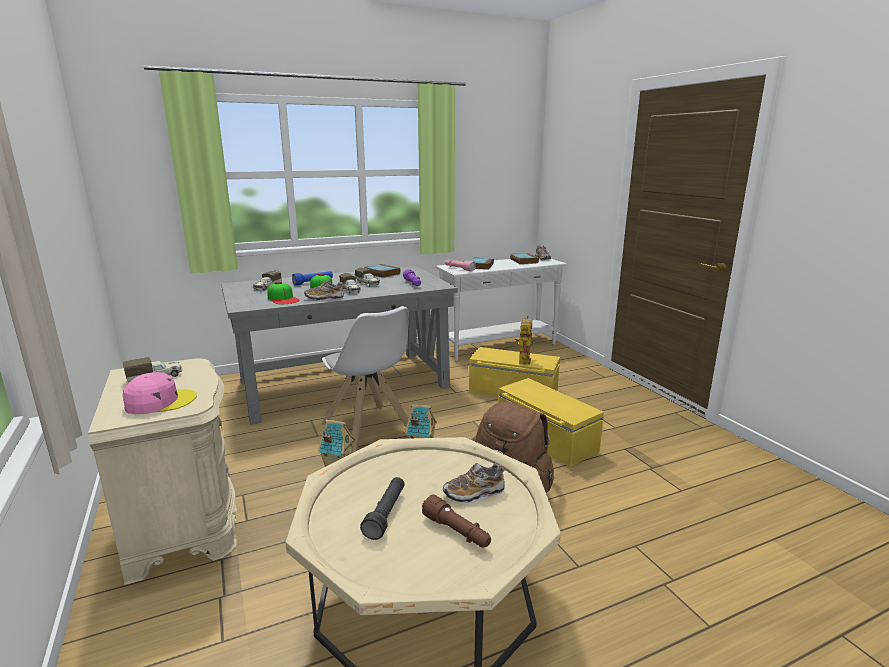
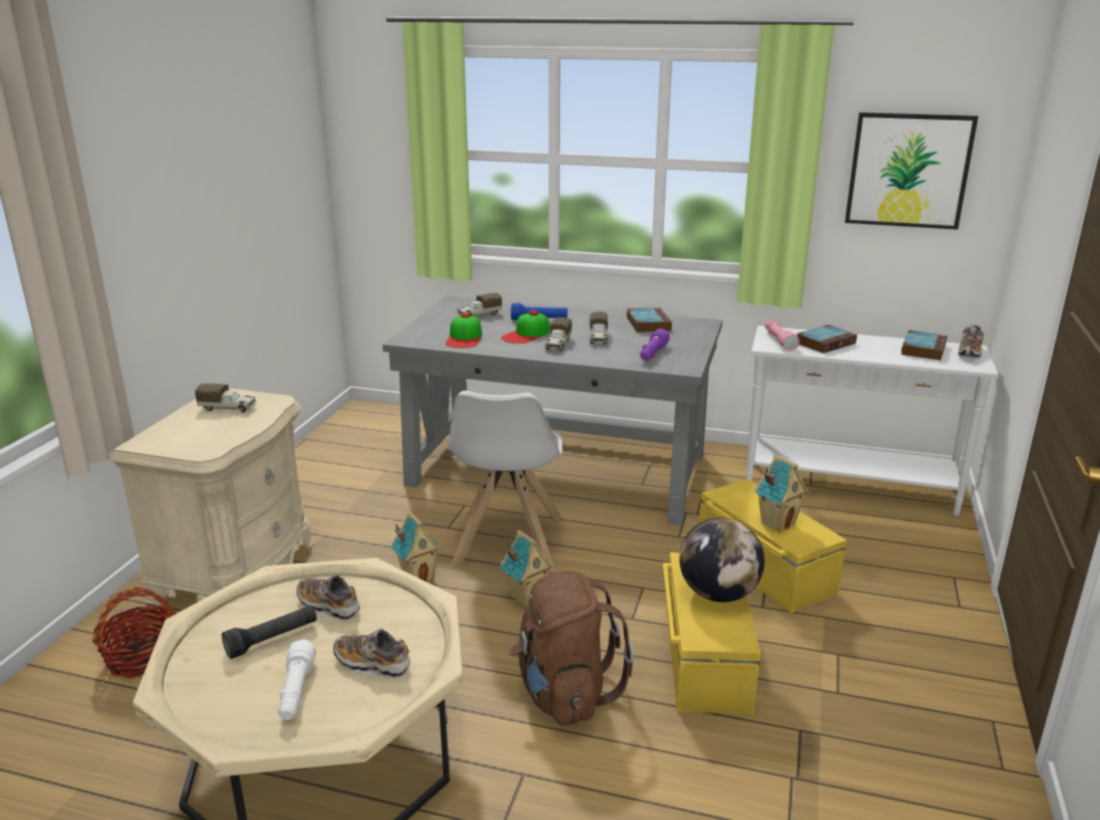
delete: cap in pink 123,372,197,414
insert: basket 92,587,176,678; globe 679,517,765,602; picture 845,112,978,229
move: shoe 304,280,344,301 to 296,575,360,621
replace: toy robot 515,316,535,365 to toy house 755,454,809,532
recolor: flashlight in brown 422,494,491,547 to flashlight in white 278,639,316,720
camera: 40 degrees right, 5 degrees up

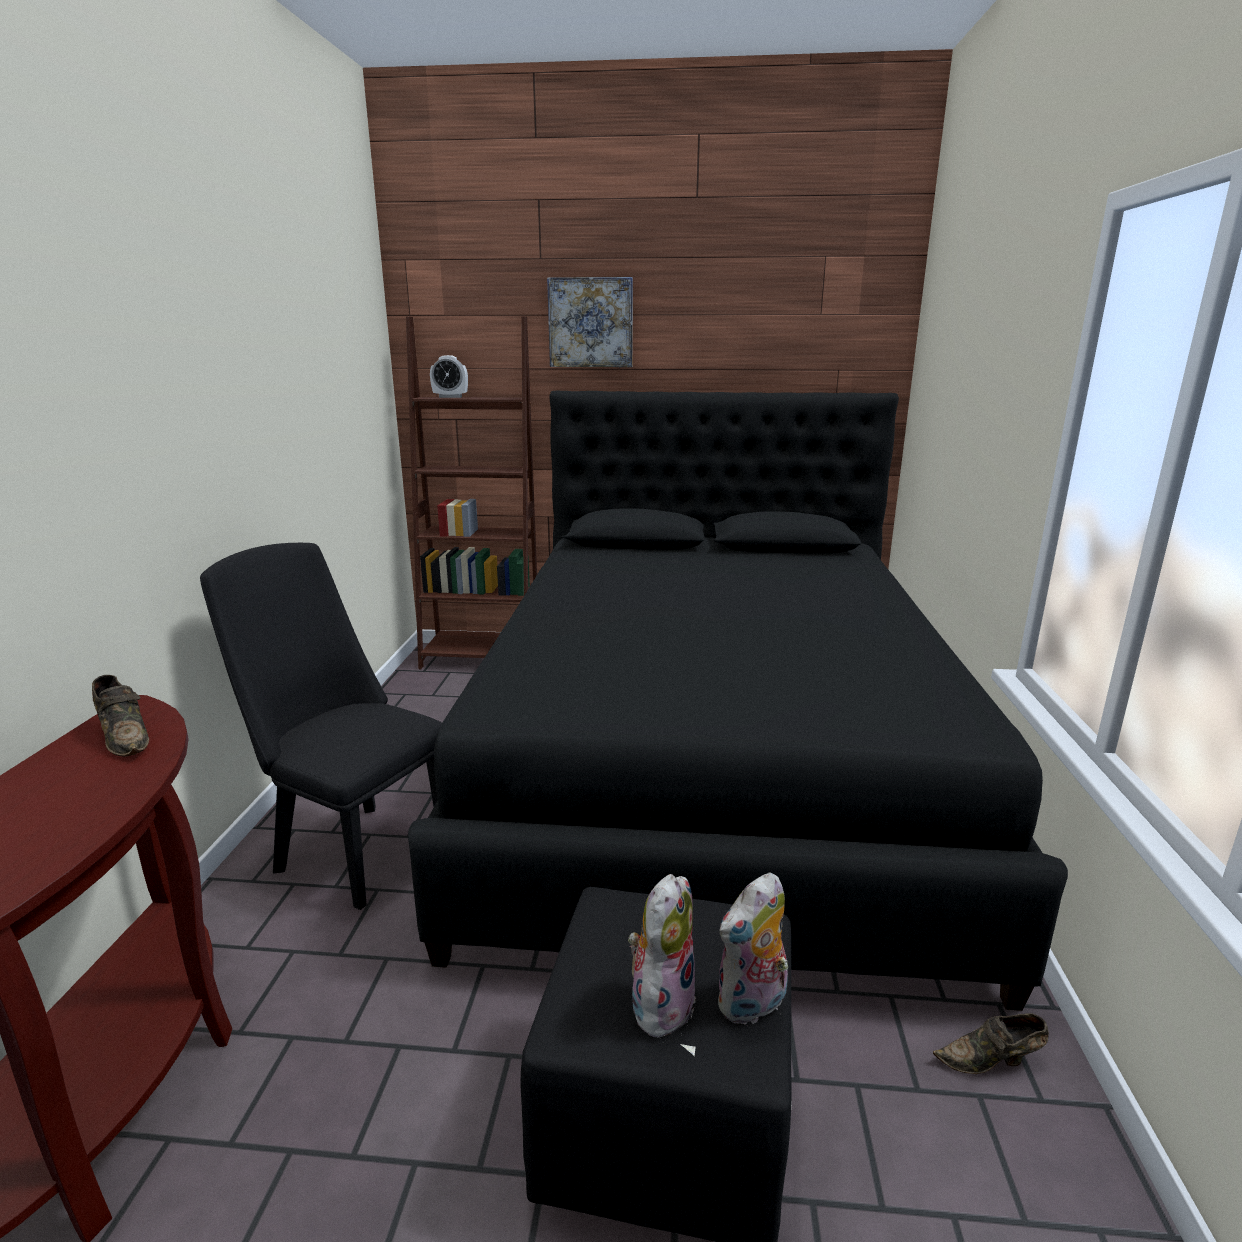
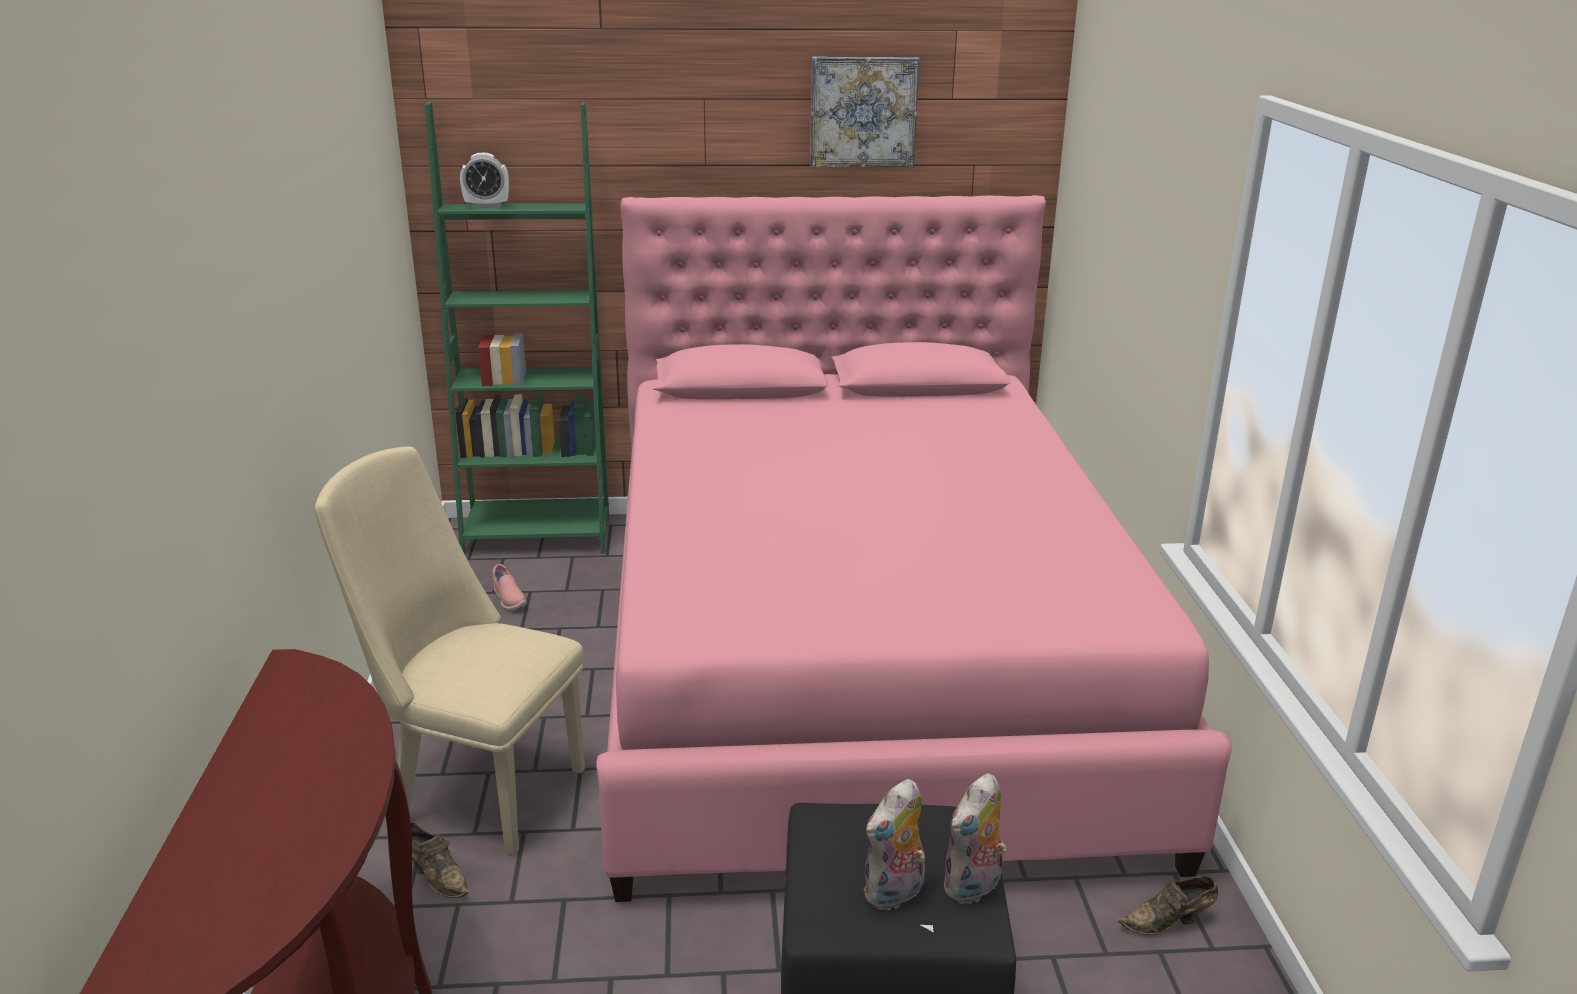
insert: shoe in pink 492,564,527,610
move: shoe in brown 92,675,149,757 to 411,822,469,898; picture 547,277,633,367 to 810,57,920,167
recolor: chair in black 200,543,443,910 to chair in beige 314,446,585,855; bookcase in brown 406,316,537,669 to bookcase in green 425,102,609,554; bed in black 408,391,1068,1011 to bed in pink 596,195,1232,902
rotate: plush toy 628,874,696,1038 = 864,779,925,911 150 degrees counterclockwise
camera: 10 degrees left, 5 degrees up

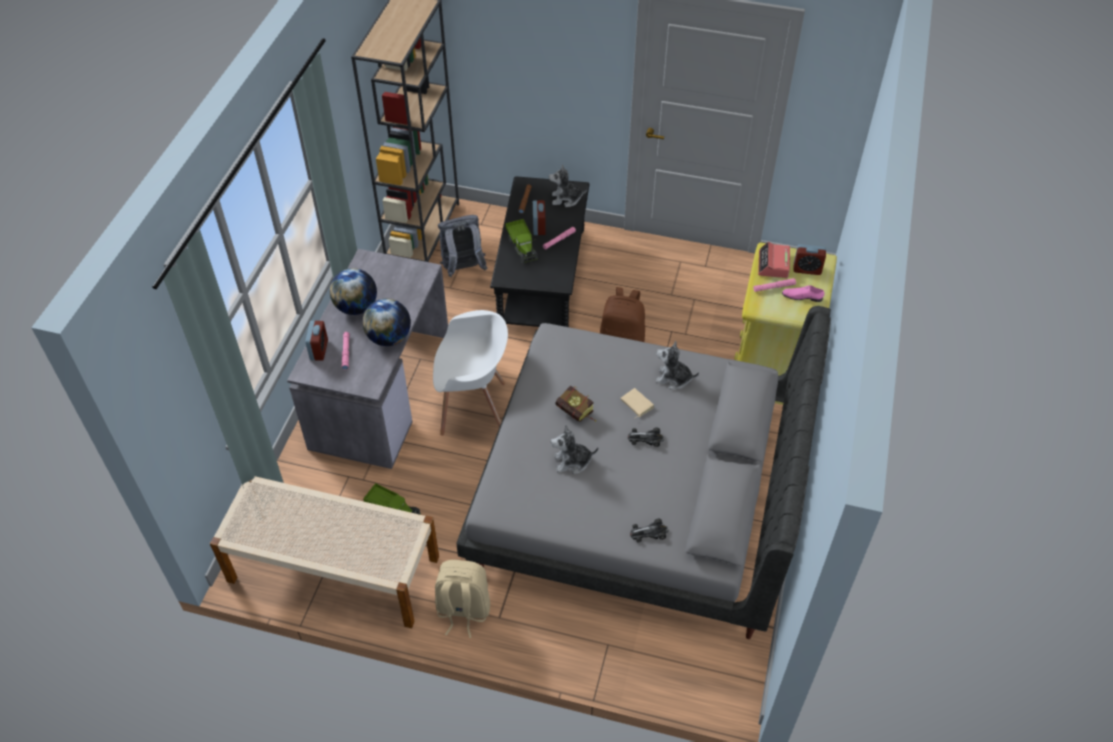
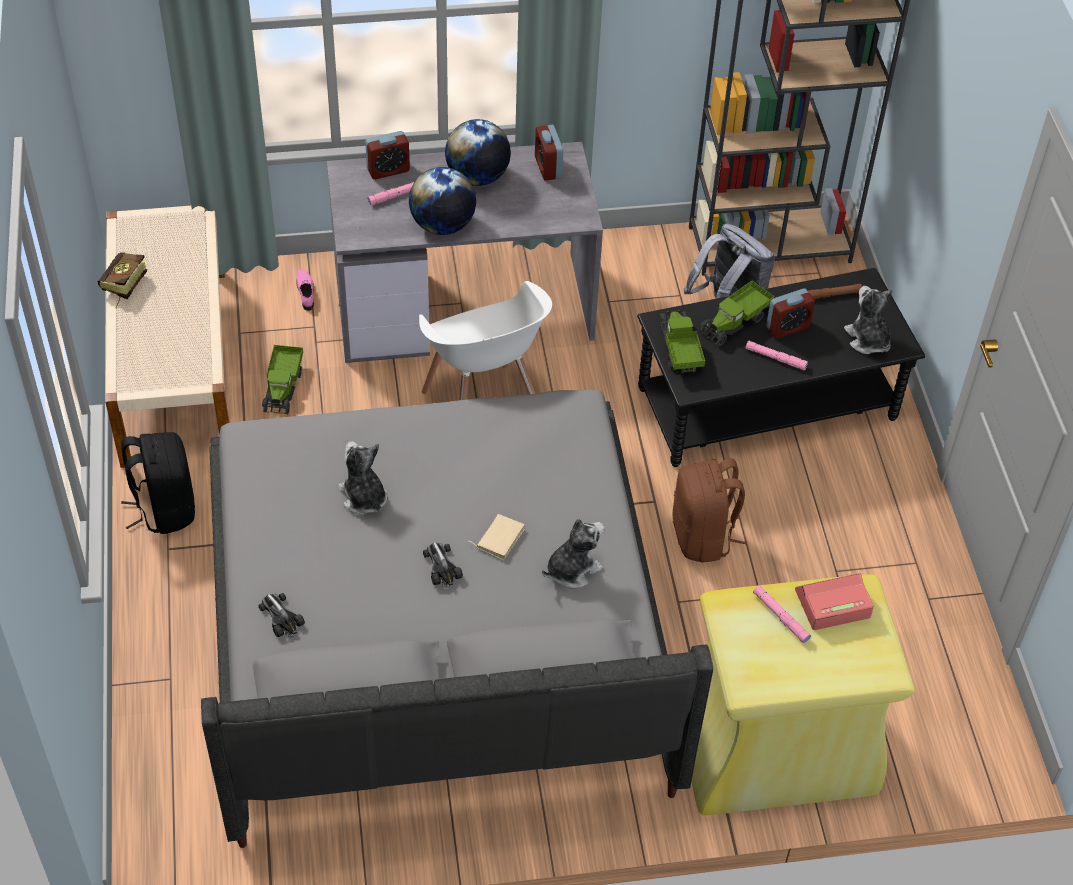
insert: toy truck 660,310,705,373
move: book 555,385,596,422 to 98,252,147,309; shoe in pink 782,286,824,302 to 296,269,314,311; alarm clock 793,244,826,275 to 535,125,563,181
recolor: backpack in beige 435,560,490,638 to backpack in black 121,432,195,534
rotate: plush toy 656,341,699,389 = 542,518,605,588 60 degrees clockwise
camera: 65 degrees right, 0 degrees up

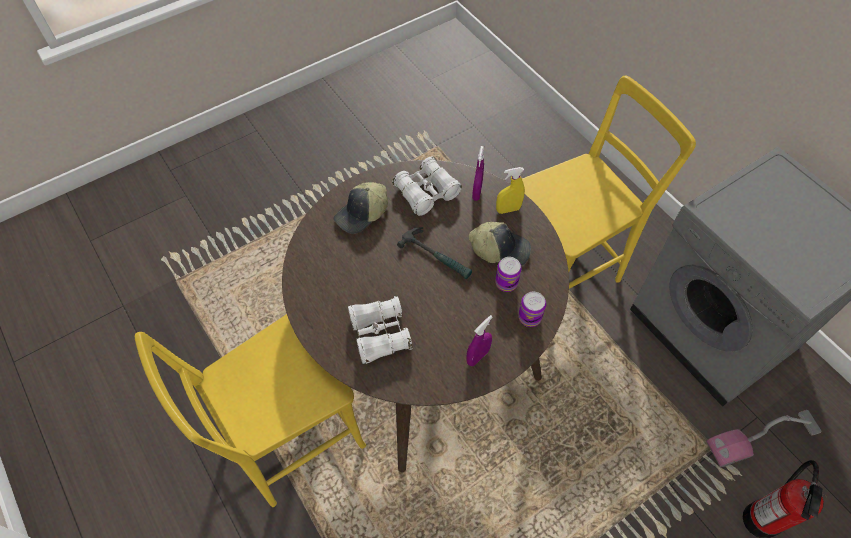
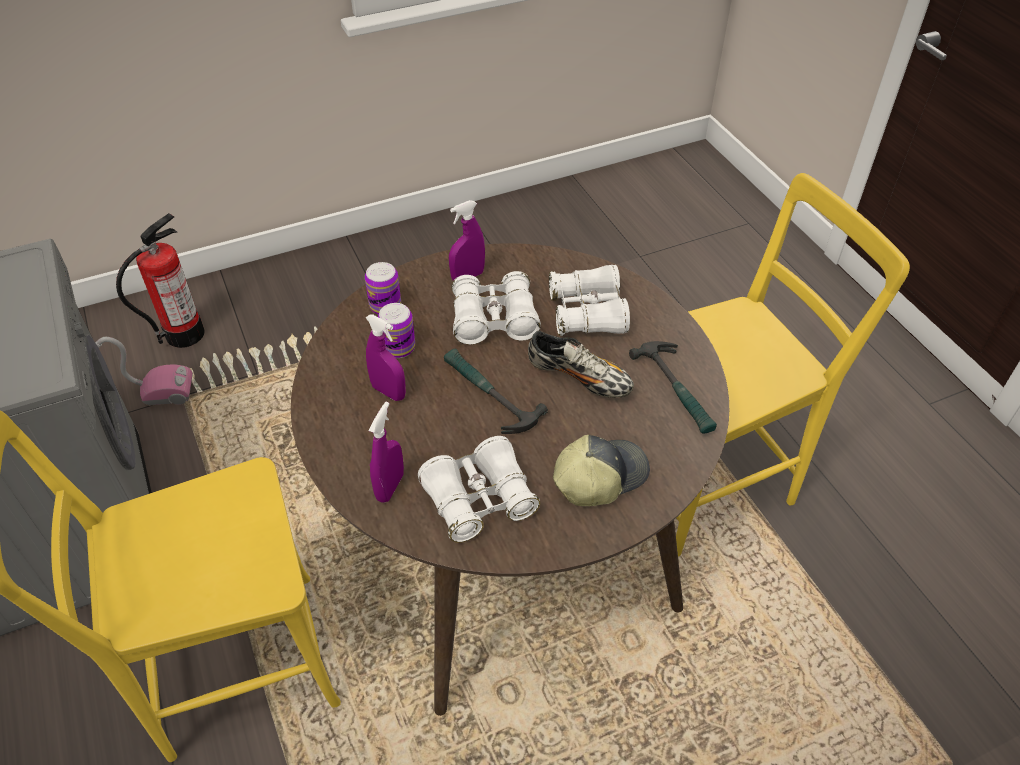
delete: spray bottle in yellow 496,167,525,214
insert: binoculars in white 451,271,541,345; shoe 528,331,634,398; hammer 629,341,717,433
replace: cap 469,222,531,266 to spray bottle in purple 366,314,406,401
camera: 170 degrees left, 10 degrees down

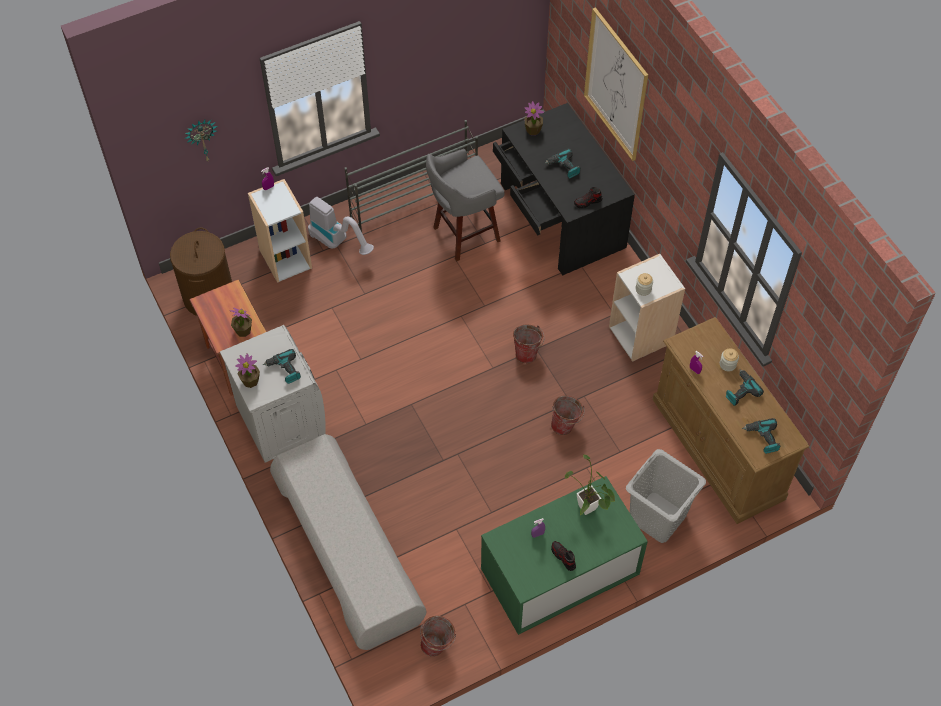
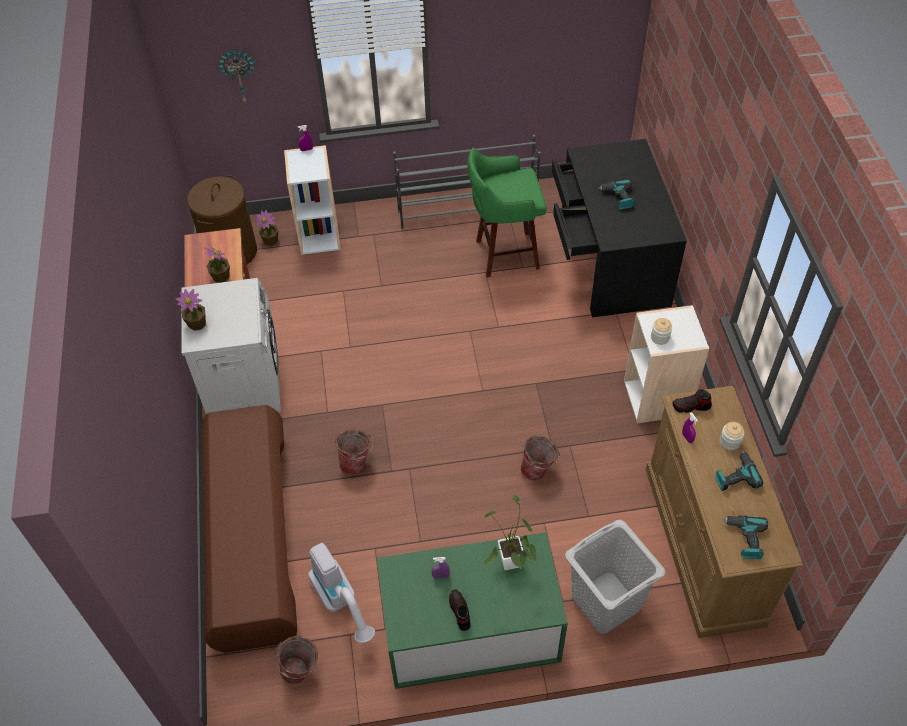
delete: power drill 263,349,301,384; picture 584,7,648,161
move: vacuum cleaner 308,197,374,255 to 308,543,375,643; bucket 513,324,545,363 to 335,429,373,475; potted plant 525,101,544,135 to 256,210,279,246; shoe 574,187,602,209 to 672,389,712,413
recolor: bench in grey 270,434,426,650 to bench in brown 201,405,297,653; stool in grey 426,149,504,261 to stool in green 467,148,547,278
camera: 20 degrees right, 5 degrees down

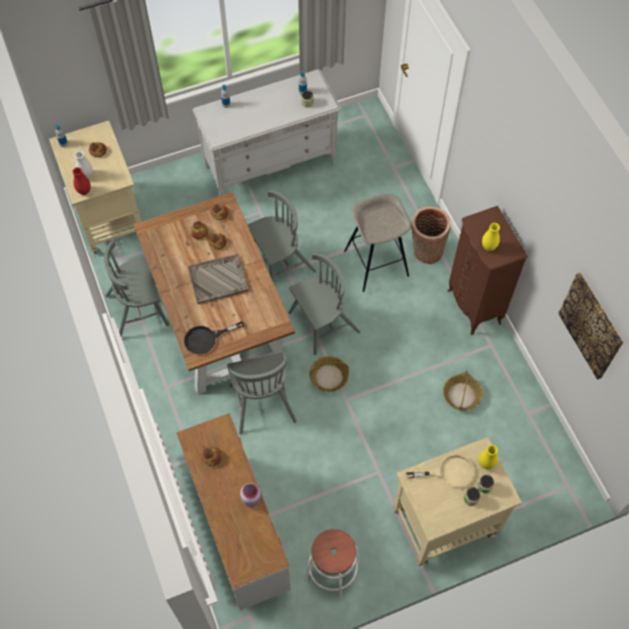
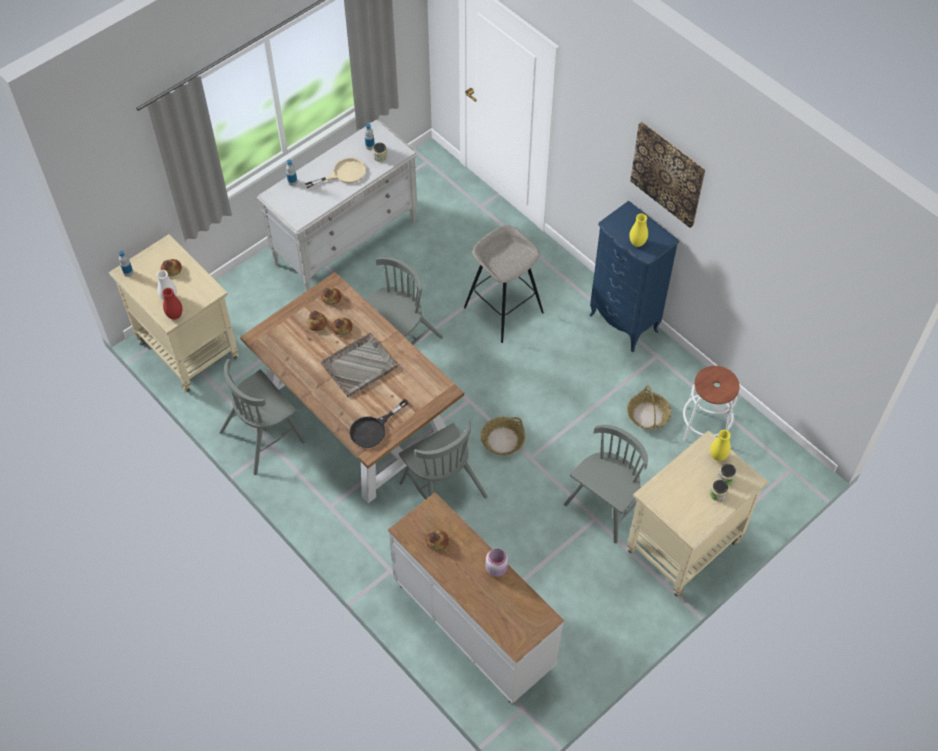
delete: basket 411,206,450,264
move: chair in grey 288,253,360,355 to 564,425,648,544; stool in white 305,529,360,599 to 683,366,740,441; frying pan in beige 406,454,475,488 to 305,158,366,188; picture 558,273,624,380 to 630,122,706,228
recolor: dresser in brown 447,206,528,335 to dresser in blue 589,201,679,352
camera: 20 degrees left, 5 degrees down

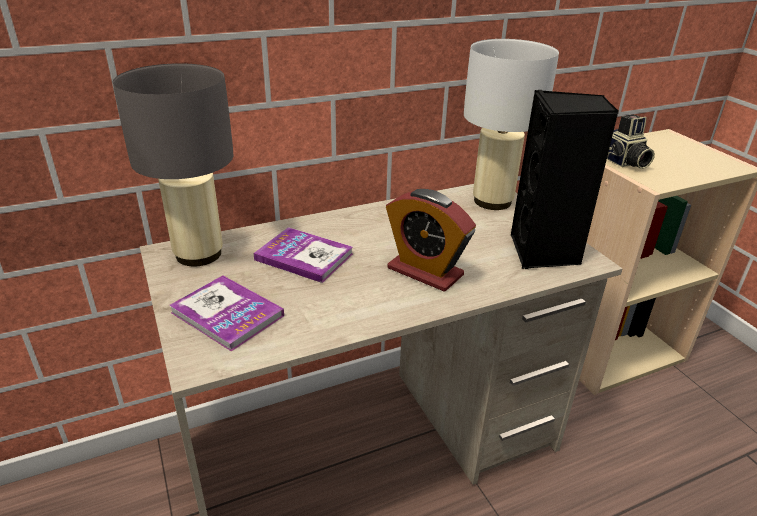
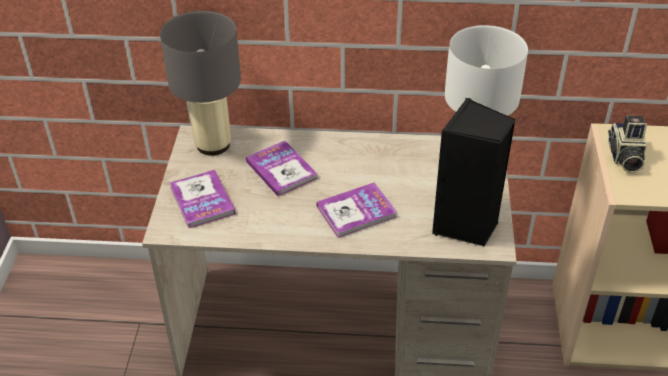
replace: alarm clock 386,189,476,292 to book 317,182,397,238
camera: 30 degrees right, 10 degrees up

